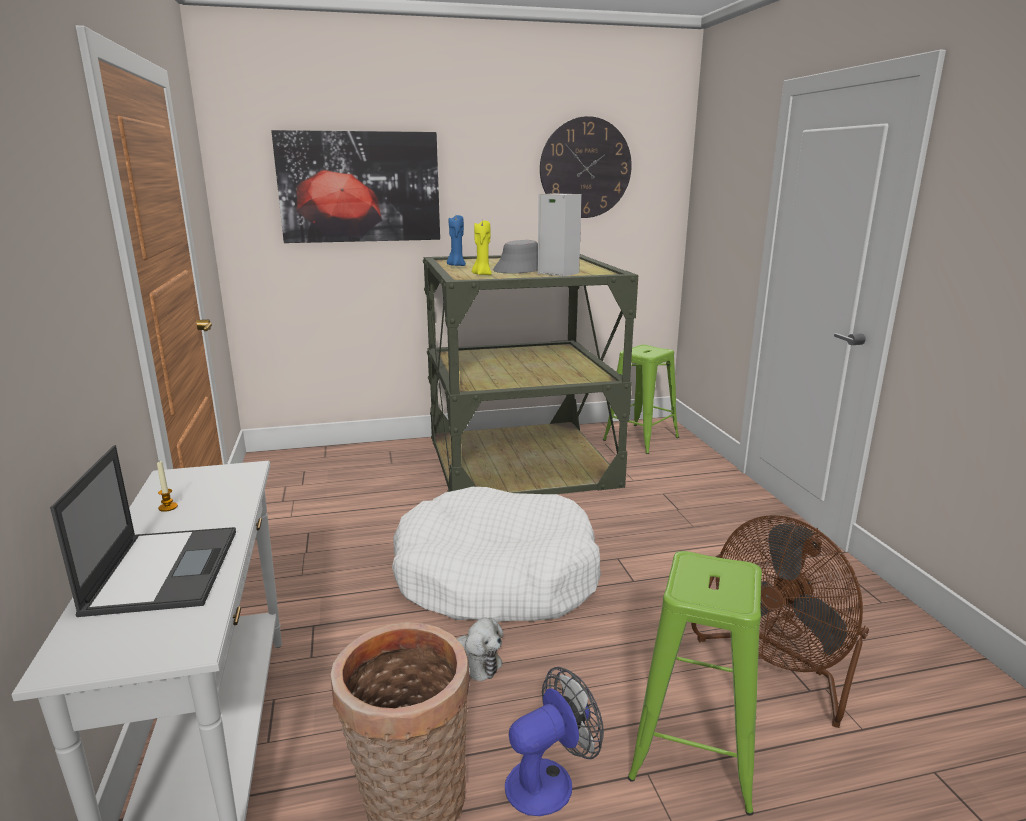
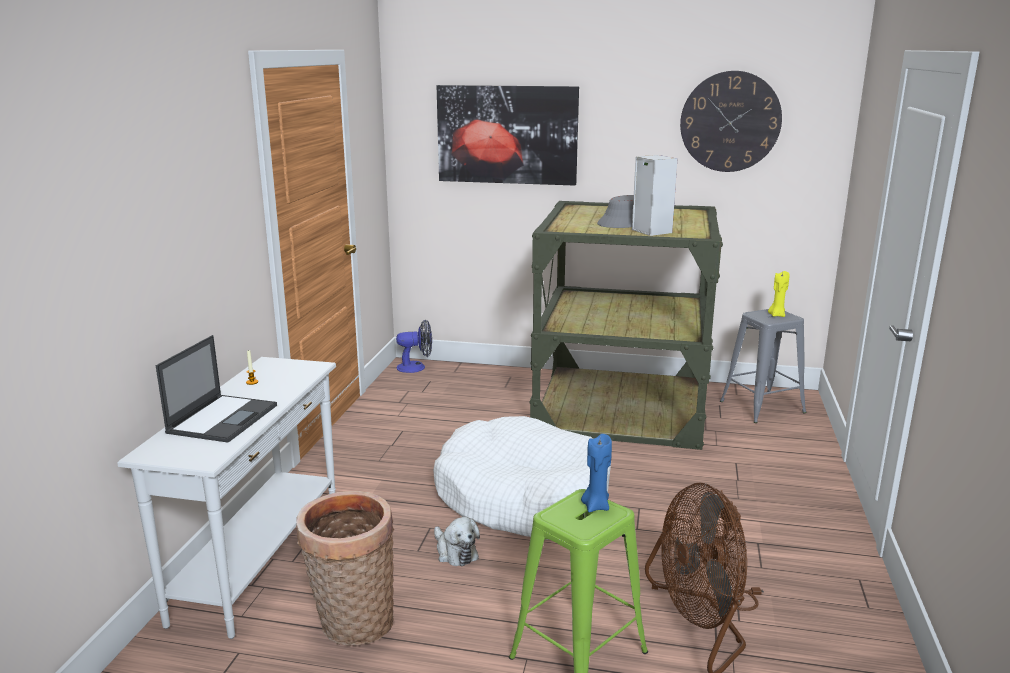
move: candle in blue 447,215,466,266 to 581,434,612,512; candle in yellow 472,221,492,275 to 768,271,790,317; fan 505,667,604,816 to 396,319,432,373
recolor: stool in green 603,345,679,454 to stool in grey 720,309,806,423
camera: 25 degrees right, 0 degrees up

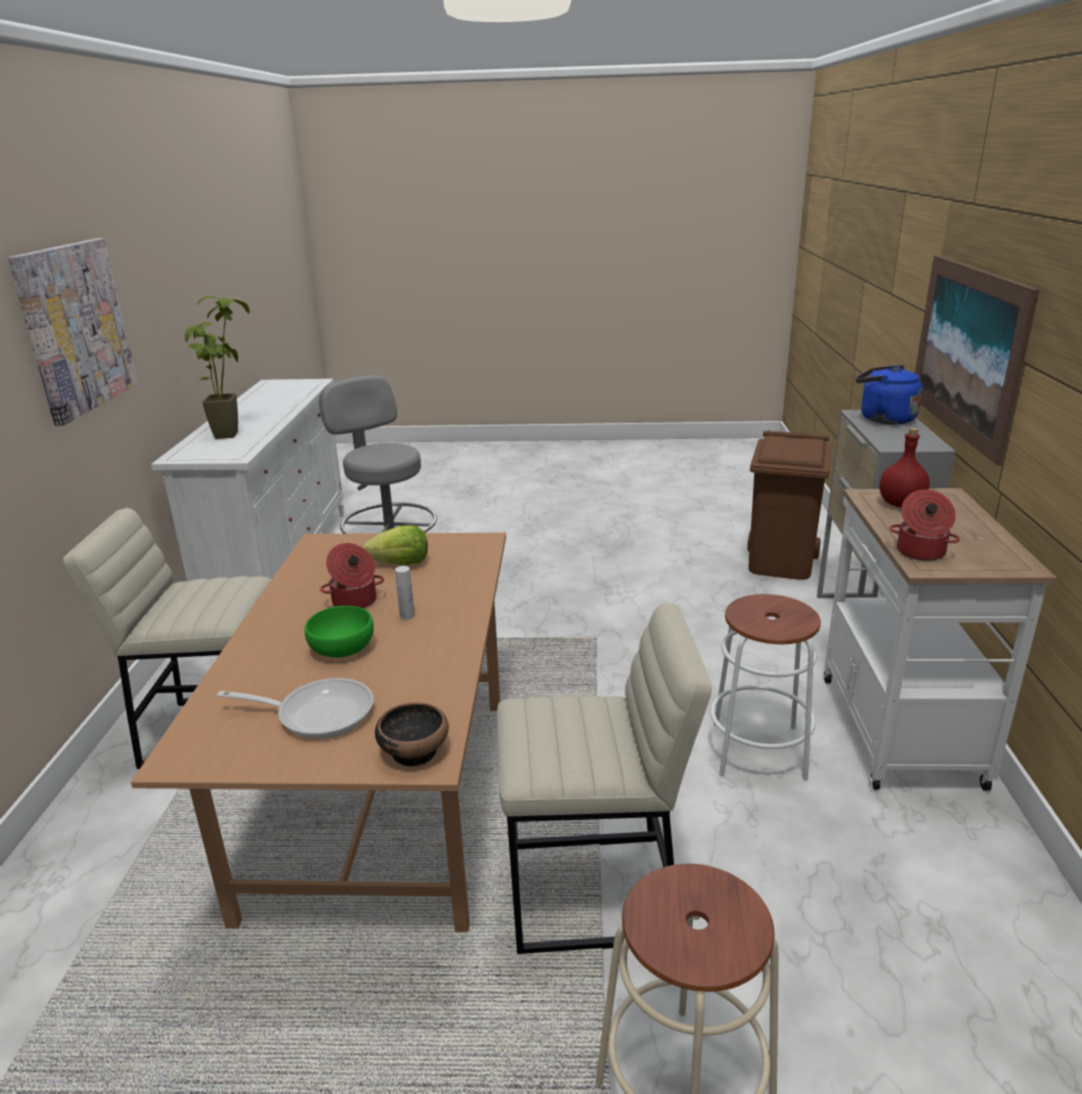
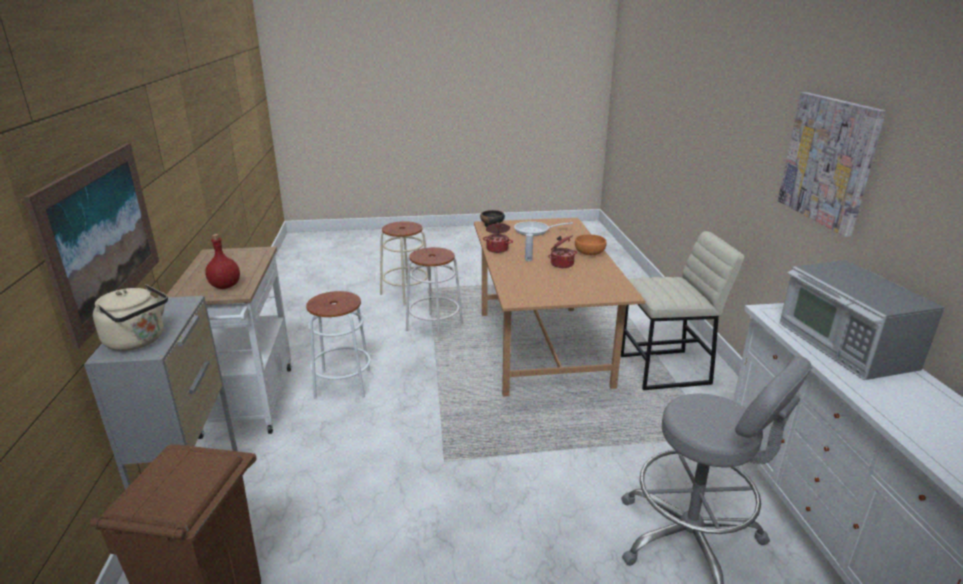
delete: bowl in green 305,606,374,658; lettuce 362,525,428,565
insert: bowl in orange 575,234,607,255
move: cooking pot 889,489,960,561 to 483,222,513,253
replace: potted plant 185,296,249,439 to microwave 779,260,945,380; chair in beige 497,603,712,954 to stool in white 406,247,463,341
recolor: kettle in blue 856,365,923,425 to kettle in beige 93,284,168,351
camera: 170 degrees right, 0 degrees up

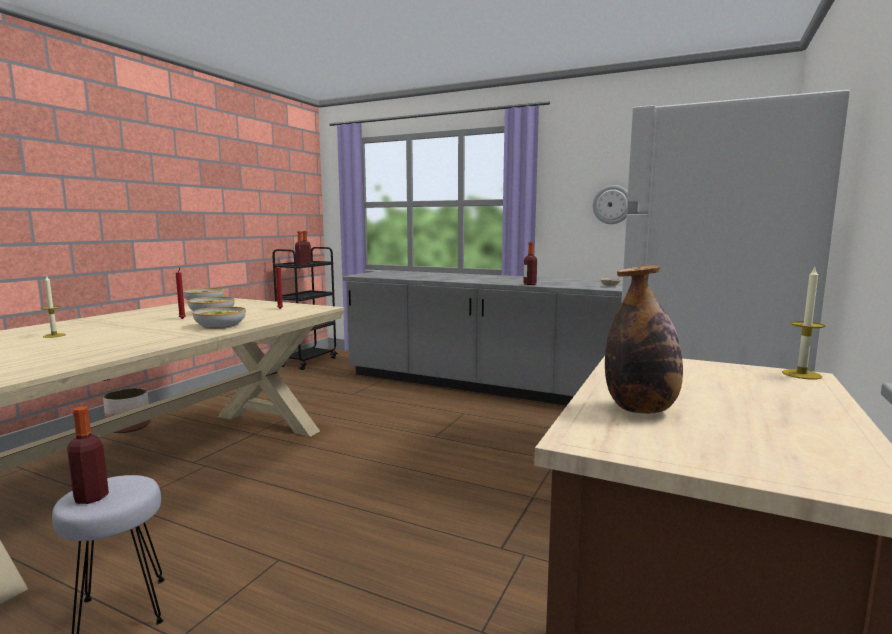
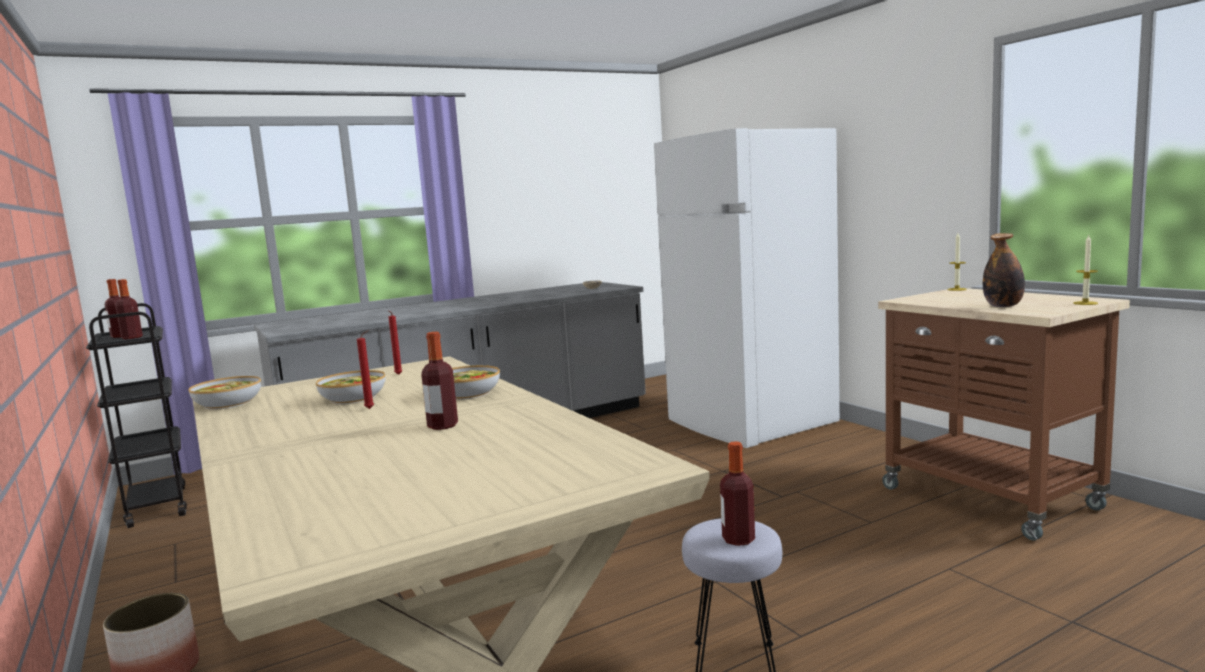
delete: wall clock 593,185,628,224
move: candle 41,275,66,338 to 1073,235,1098,305; bottle 523,242,537,285 to 421,332,458,430
camera: 55 degrees left, 0 degrees up

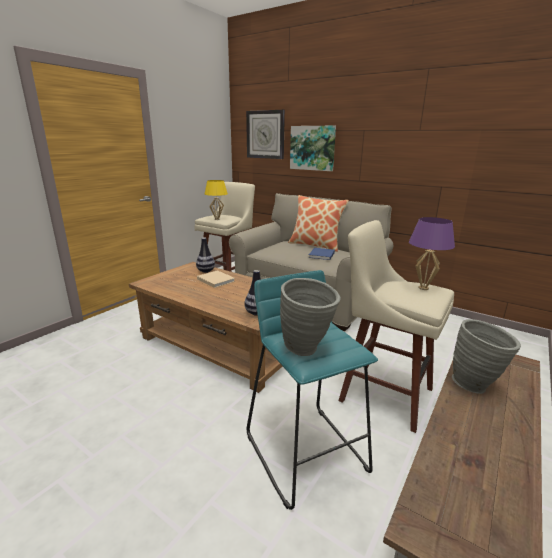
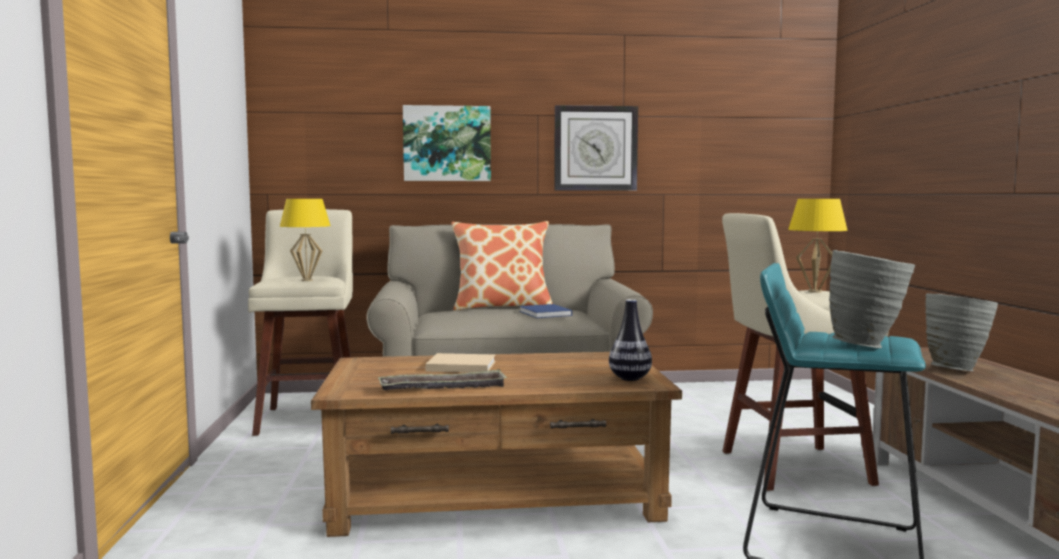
delete: vase 196,238,215,273
insert: tray 378,369,507,390
move: wall clock 246,110,285,159 to 554,105,638,190
recolor: table lamp in purple 409,217,455,290 to table lamp in yellow 788,199,848,293
camera: 40 degrees left, 15 degrees down

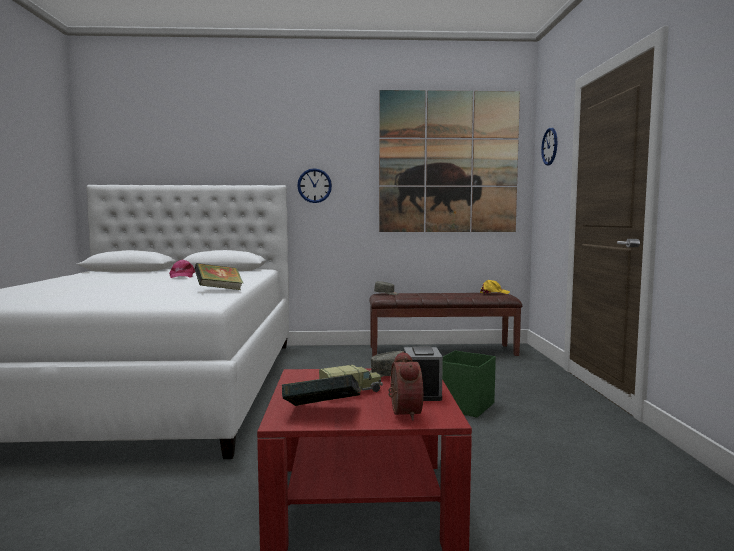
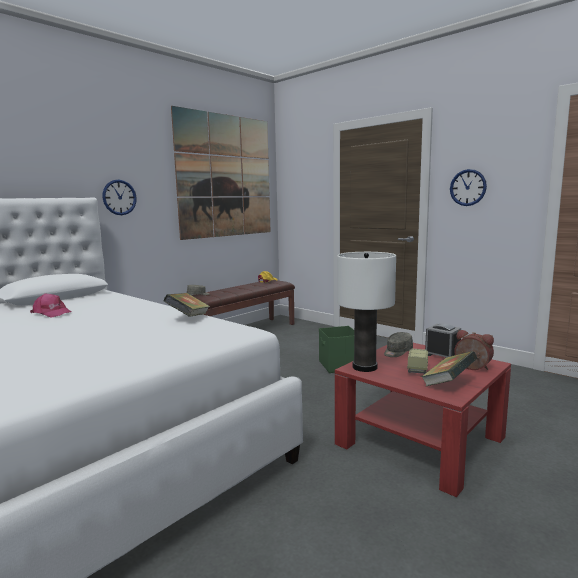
insert: table lamp in white 337,252,396,372
move: wall clock 541,128,557,166 to 450,169,487,206
camera: 45 degrees left, 5 degrees up

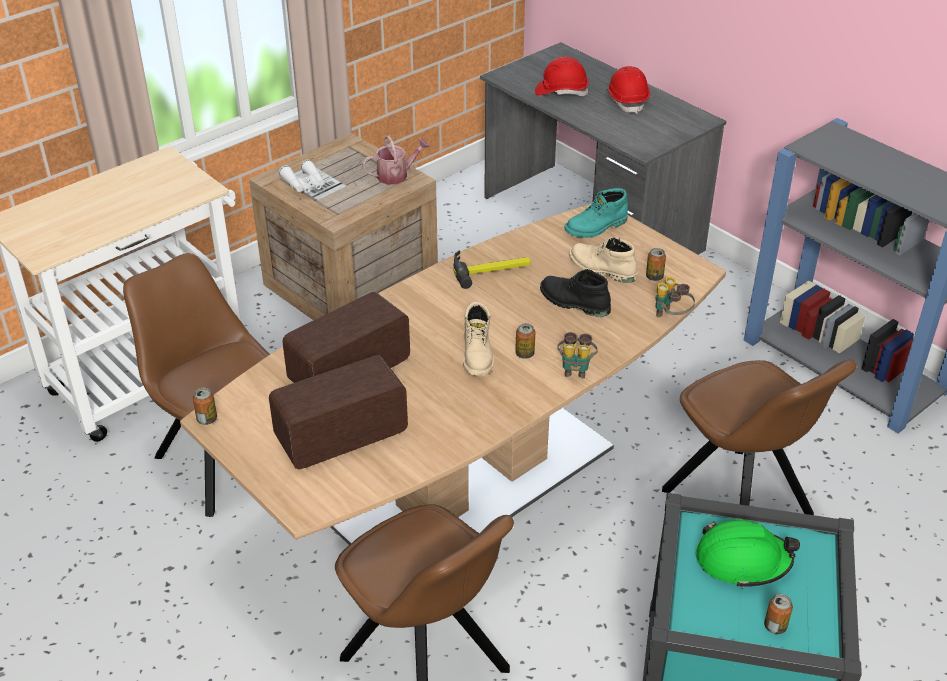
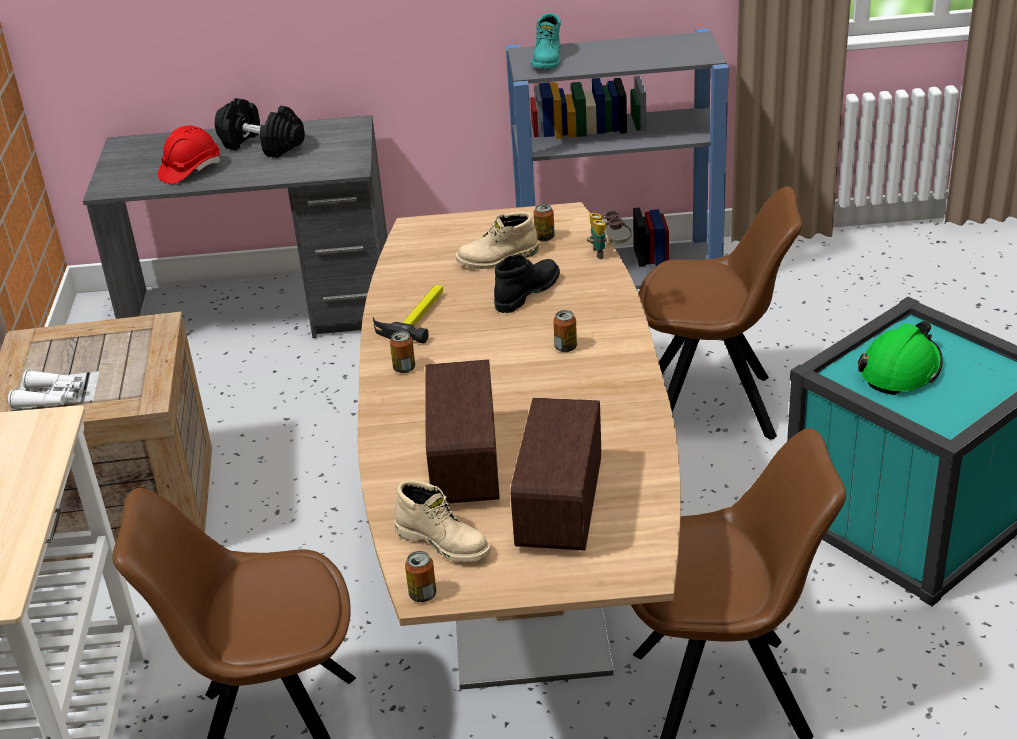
delete: watering can 362,136,430,185; binoculars 557,332,598,379
move: boot in beige 463,302,494,376 to 394,480,491,562; boot in turquoise 564,188,628,238 to 531,13,561,69; can 764,594,793,634 to 390,331,415,373
replace: hard hat in red 606,66,650,114 to dumbbell in black 215,98,305,158
rotate: boot in black 540,269,611,317 = 494,255,560,313 150 degrees clockwise
camera: 50 degrees left, 5 degrees down

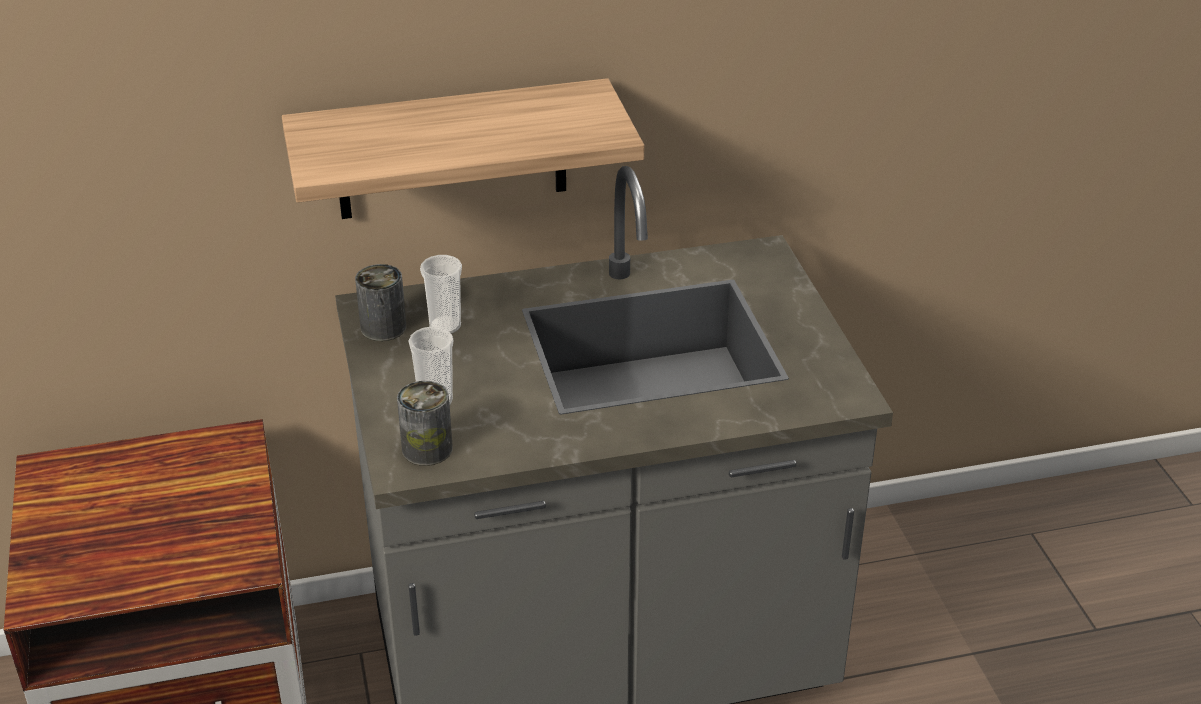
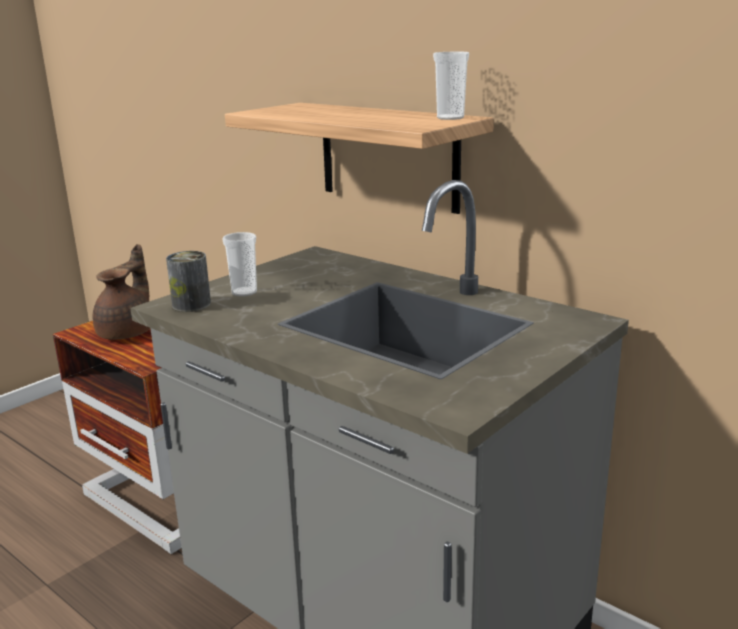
delete: can 355,264,407,341
insert: teapot in brown 93,244,150,339
move: cup 420,255,462,334 to 433,52,469,120
camera: 55 degrees right, 15 degrees down

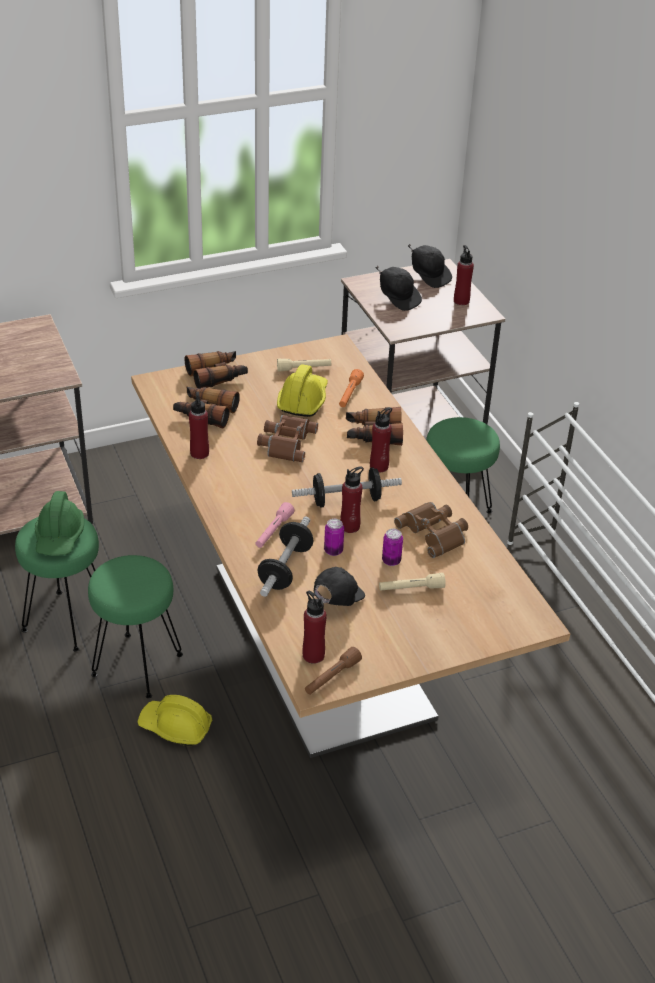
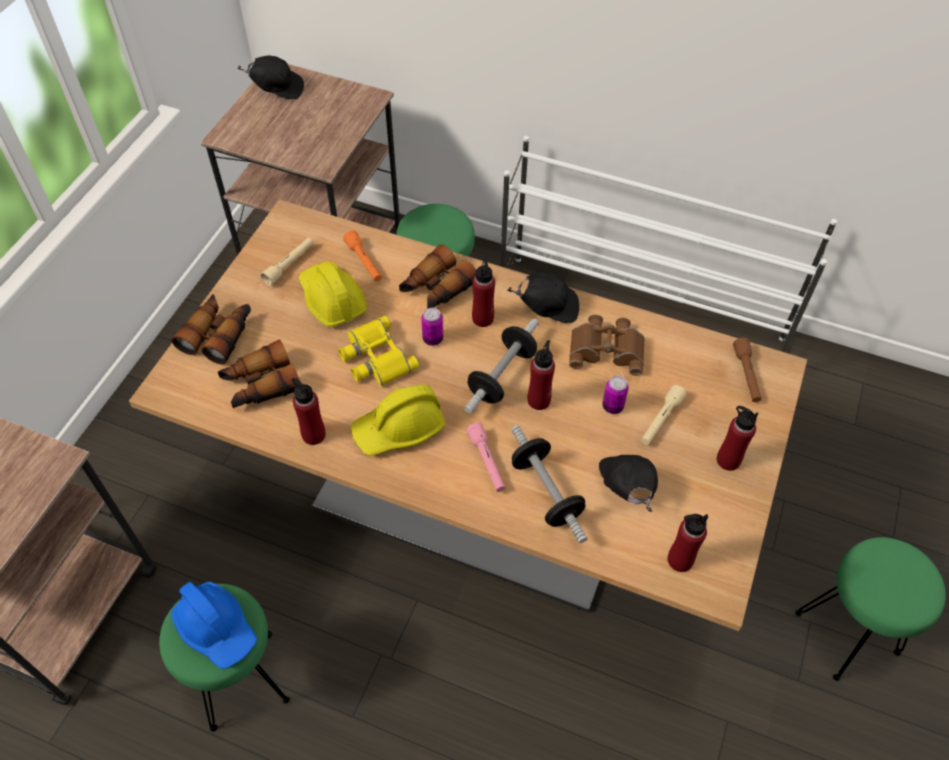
move: stool in green 88,555,183,698 to 795,537,946,681; hard hat in yellow 137,695,212,746 to 351,385,445,456; flashlight in brown 305,647,362,695 to 733,338,761,402; can 324,519,344,556 to 421,308,443,346; cap in black 376,266,422,311 to 507,272,579,323; bottle in red 454,245,474,305 to 717,406,758,471
recolor: hard hat in green 35,491,84,556 to hard hat in blue 171,582,257,669; binoculars in brown 257,415,318,462 to binoculars in yellow 338,315,419,386
camera: 45 degrees left, 15 degrees up

